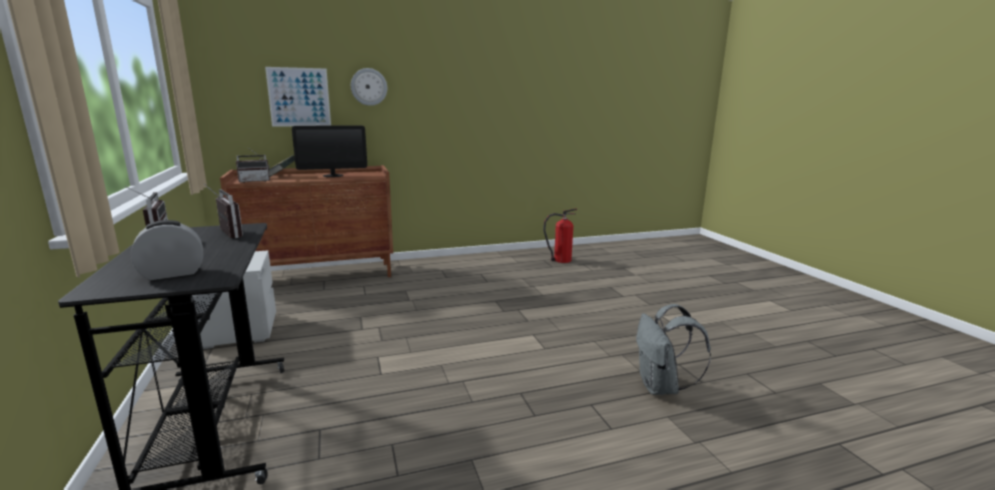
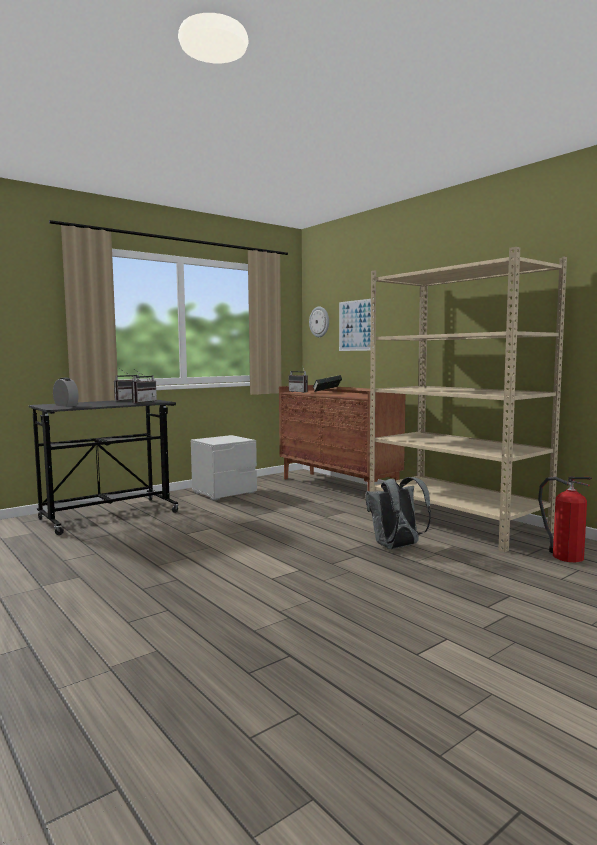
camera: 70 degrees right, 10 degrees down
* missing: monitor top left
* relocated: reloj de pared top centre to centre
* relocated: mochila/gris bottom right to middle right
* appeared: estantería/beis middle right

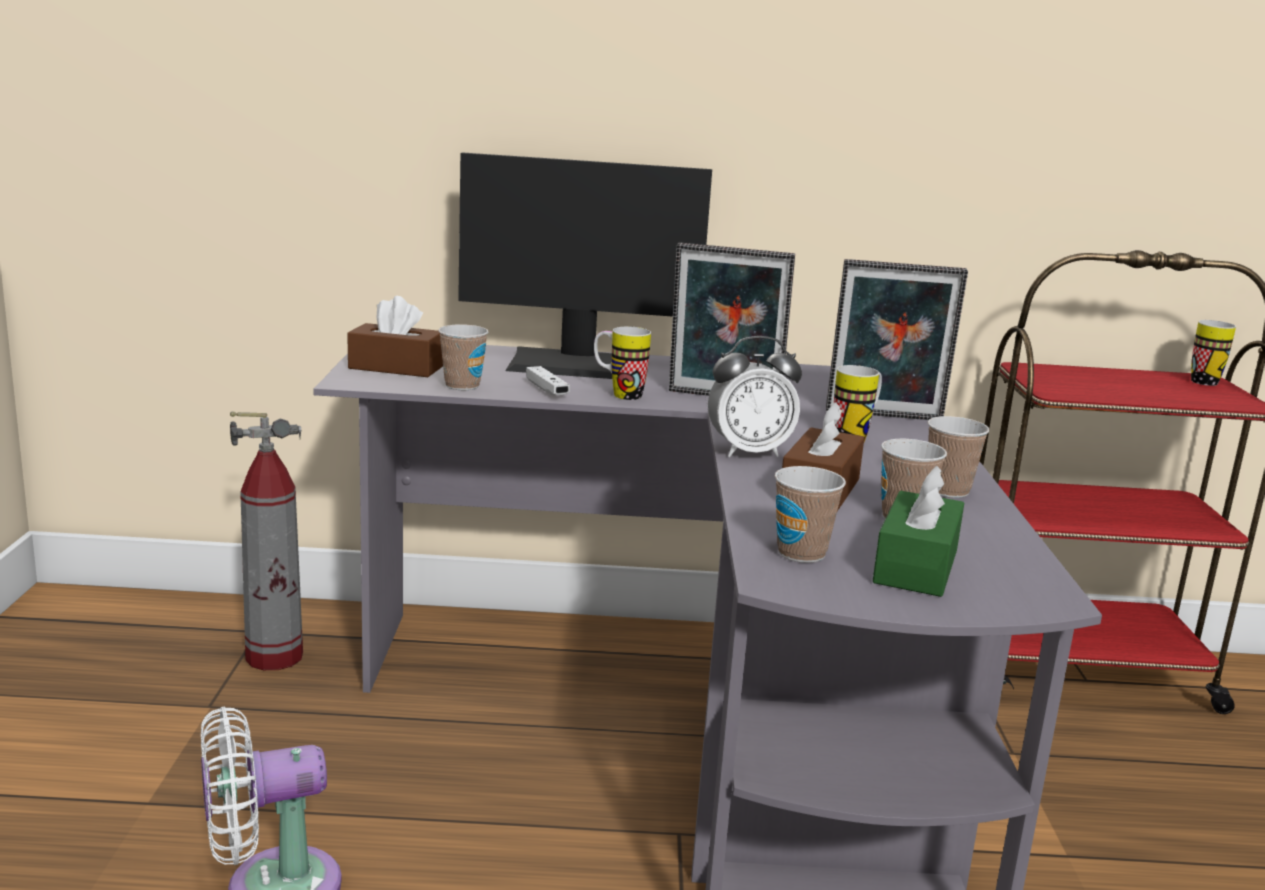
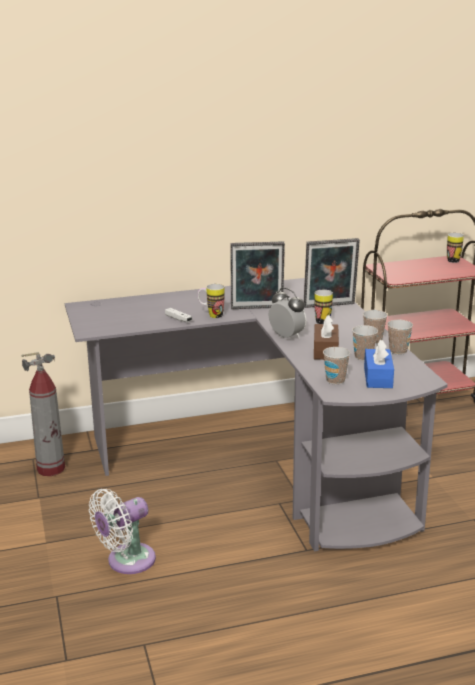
camera: 15 degrees left, 5 degrees up
* missing: caja de pañuelos/marrón (no. 1 from left) middle left
* relocated: taza (no. 1 from left in the first image) centre to taza (no. 4 from left) middle right
* missing: monitor top centre
* spun: despertador centre = centre 105 degrees counterclockwise
* colour: caja de pañuelos/verde middle right to caja de pañuelos/azul middle right

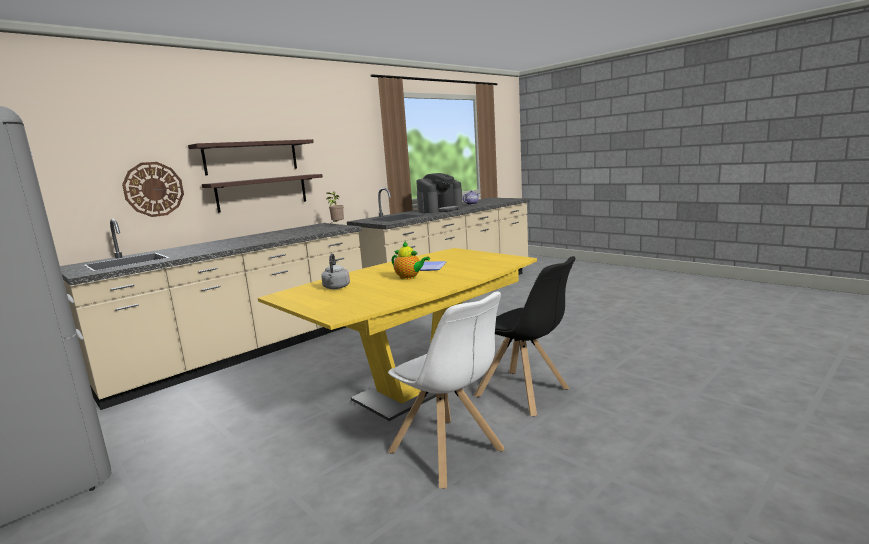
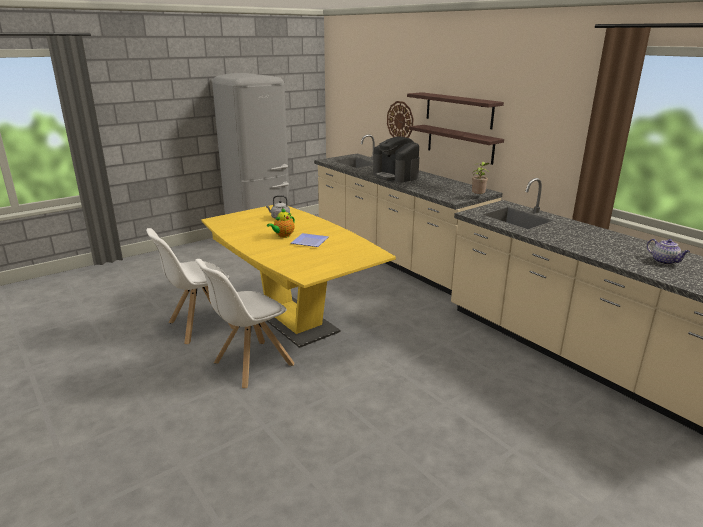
camera: 95 degrees right, 10 degrees up
* relocated: cafetera centre to top centre
* colour: silla/negro centre to silla/blanco (no. 2 from left) centre

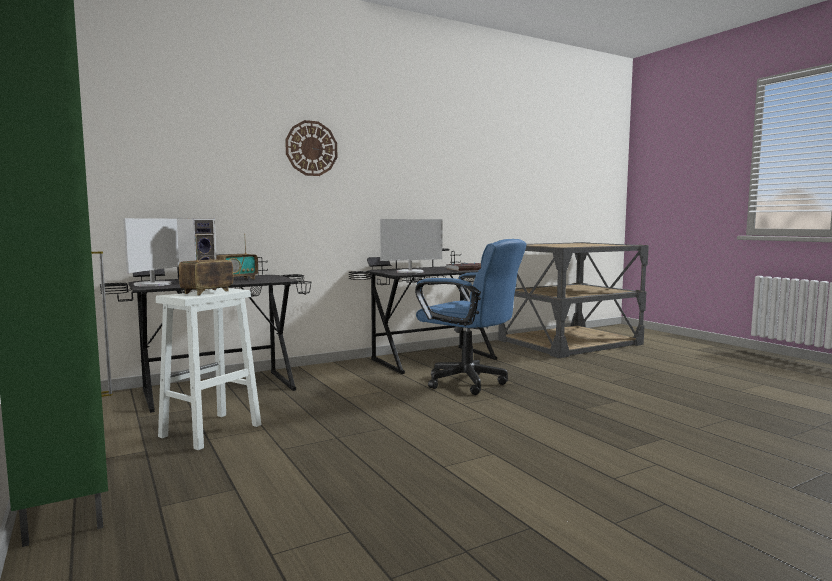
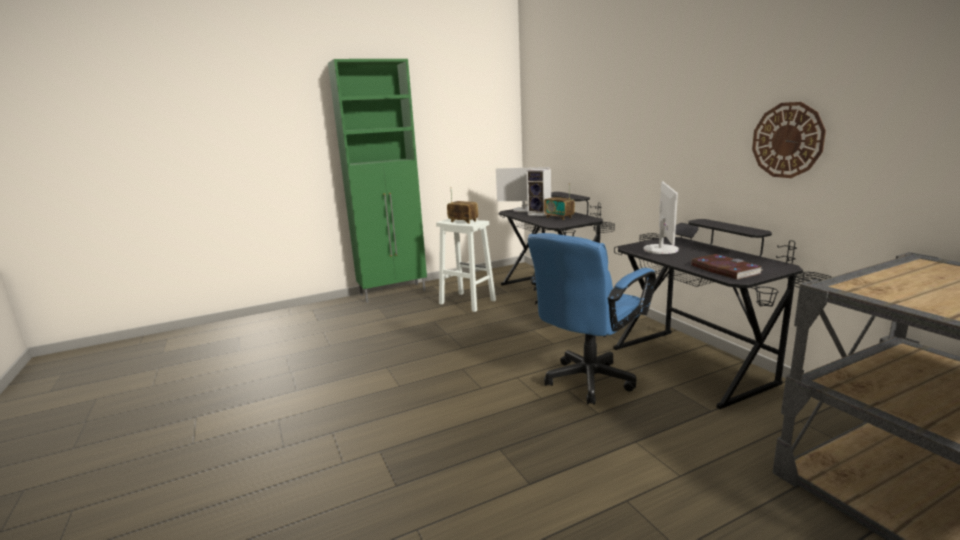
camera: 95 degrees right, 10 degrees up
* relocated: reloj de pared top centre to top right
* spun: monitor (no. 2 from left) centre = middle right 150 degrees counterclockwise

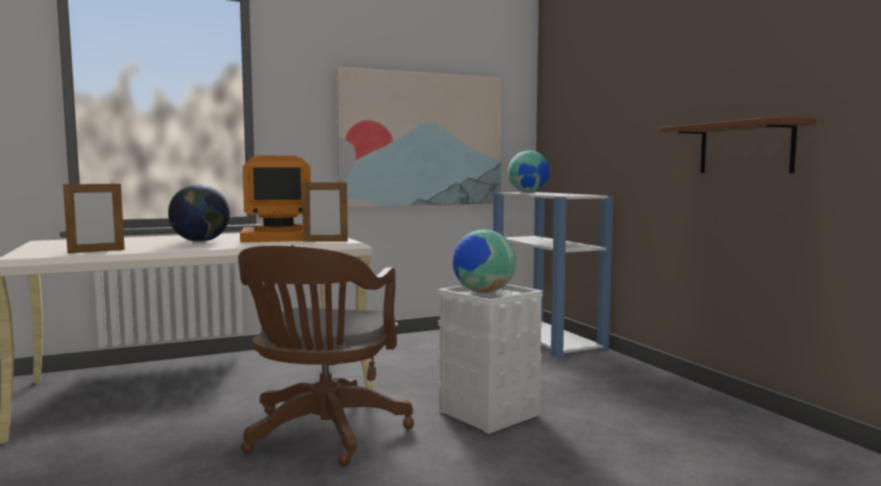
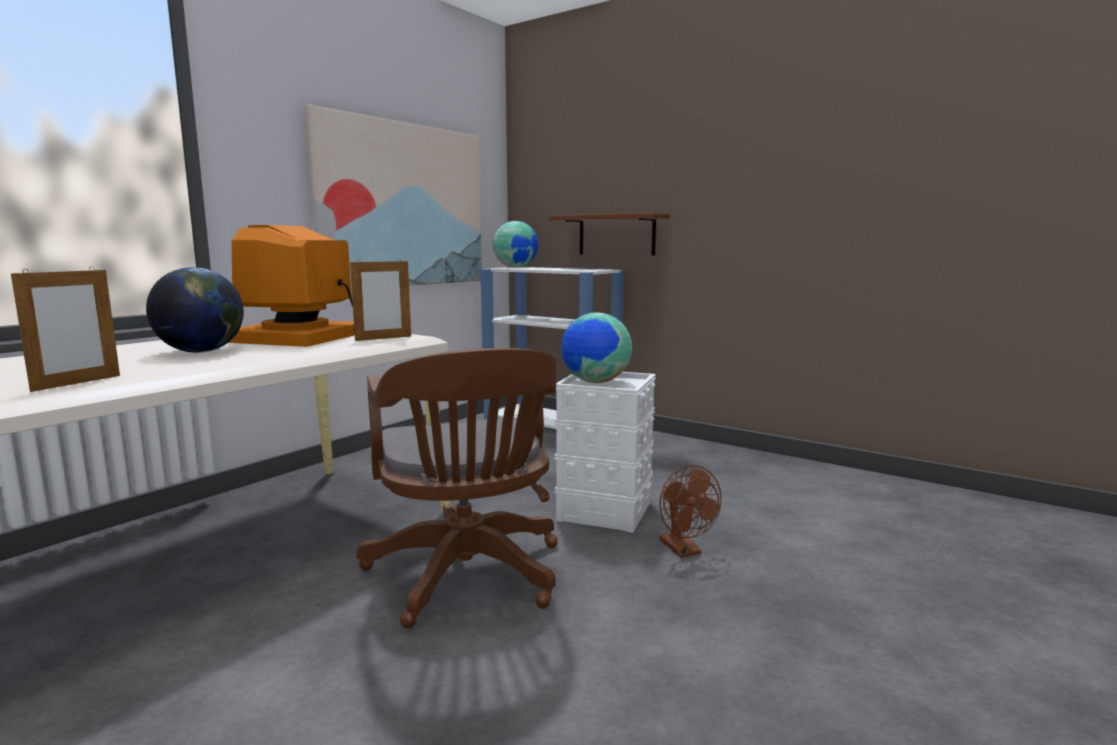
camera: 30 degrees left, 5 degrees up
* spun: monitor middle left = middle left 150 degrees clockwise
* relocated: estante/marrón top right to top centre
* appeared: ventilador/marrón bottom centre

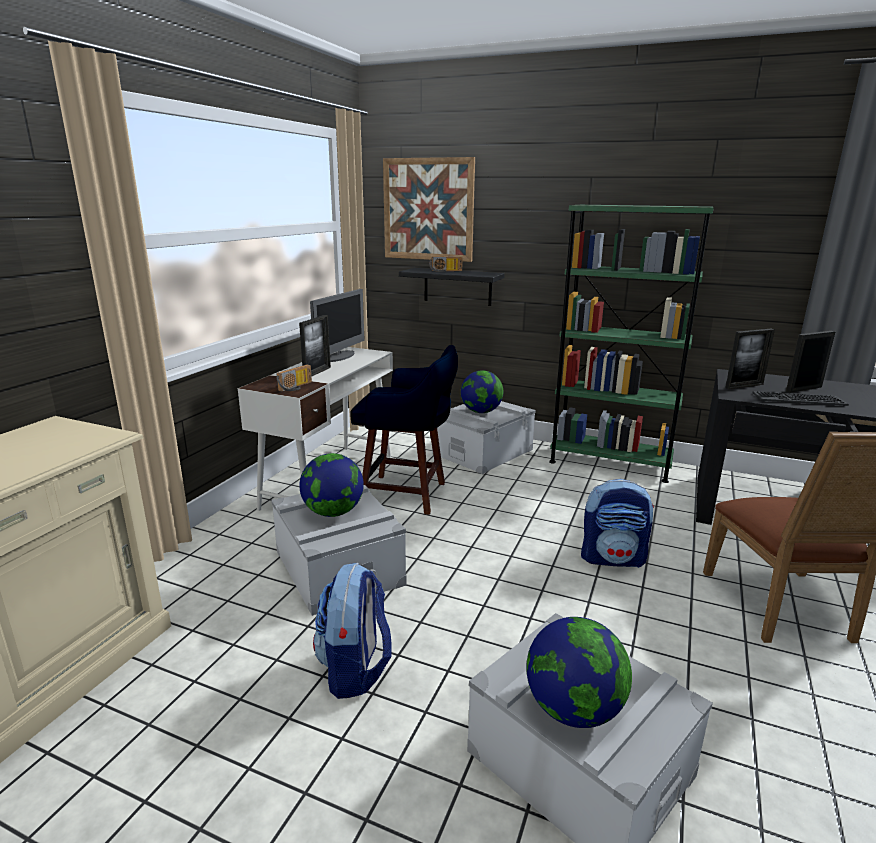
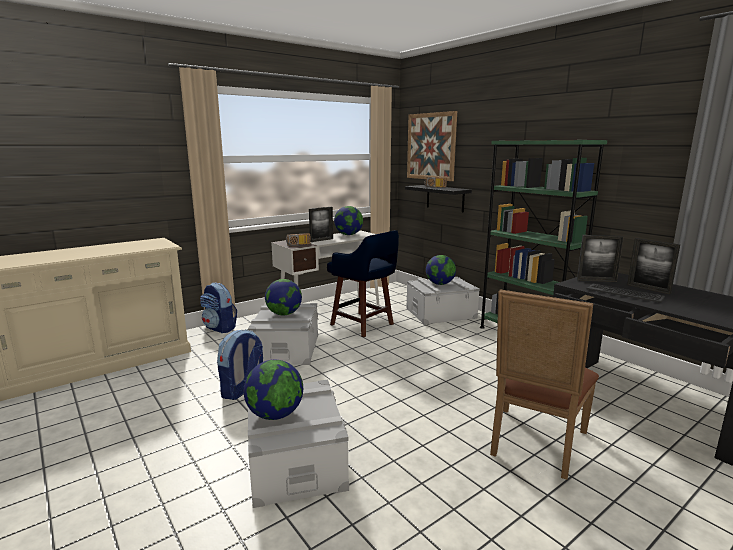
camera: 30 degrees right, 5 degrees down
* exchanged: monitor centre to globo terráqueo (no. 3 from left) centre
* relocated: mochila (no. 2 from left in the first image) middle right to mochila (no. 1 from left) middle left
* spun: portarretratos (no. 3 from left) middle right = middle right 135 degrees counterclockwise

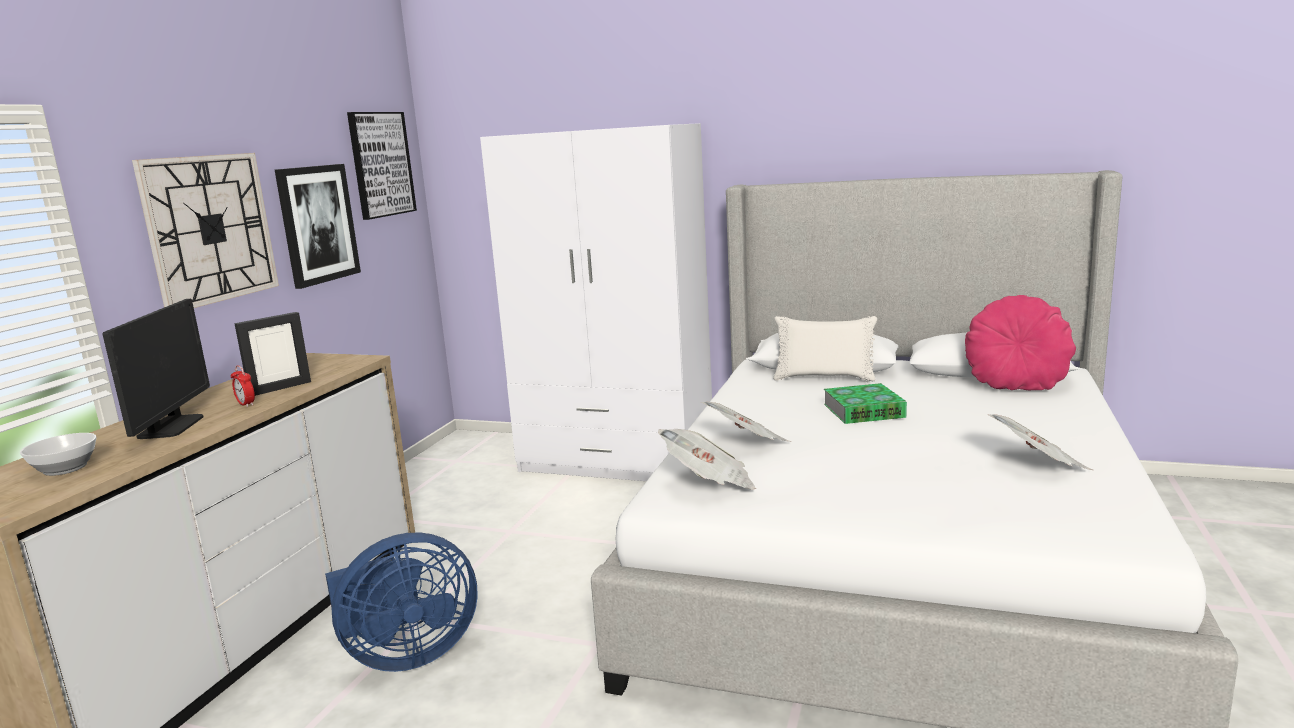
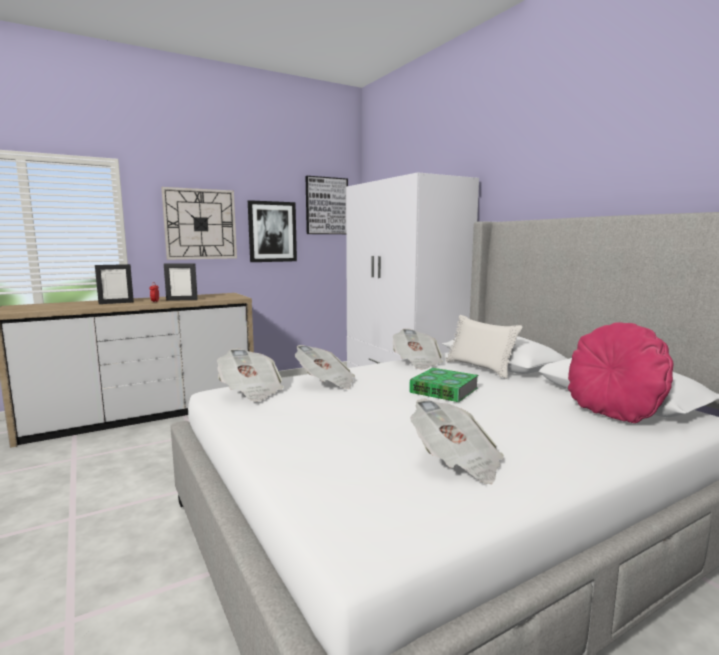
camera: 40 degrees right, 5 degrees down
* missing: cuenco middle left
* exchanged: monitor middle left to portarretratos (no. 1 from left) middle left
* missing: ventilador/azul bottom left
* appeared: periódico (no. 3 from left) centre

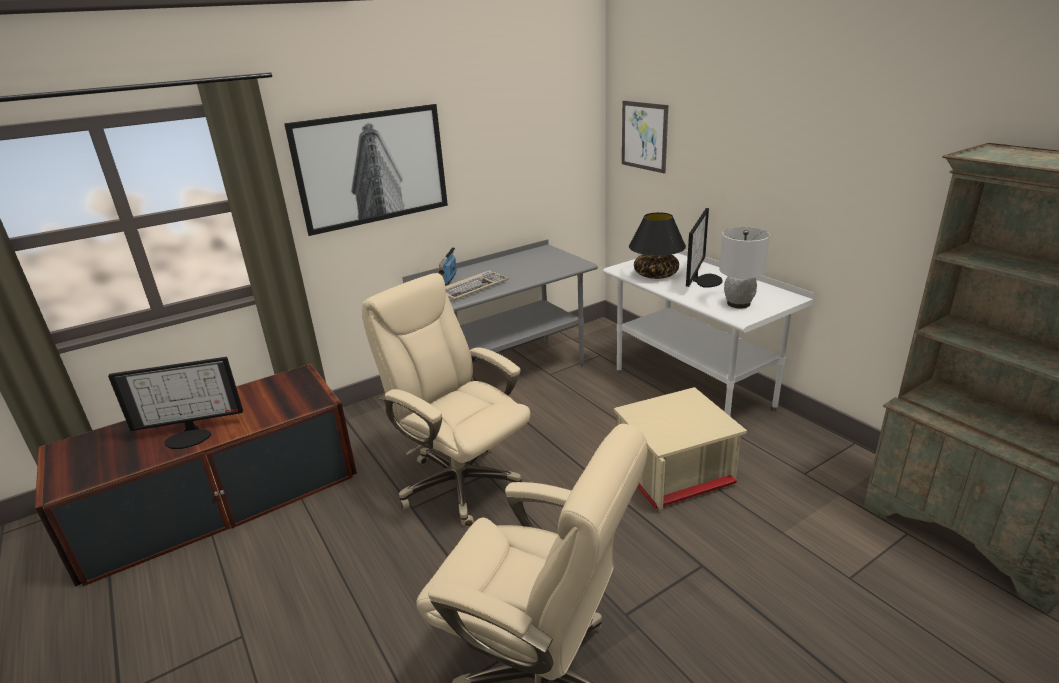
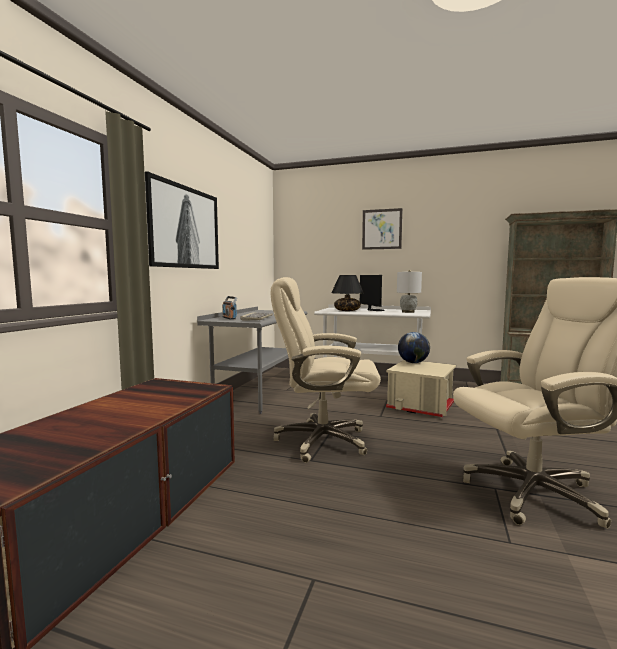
camera: 40 degrees left, 20 degrees down
* missing: monitor (no. 1 from left) middle left
* relocated: cuadro (no. 2 from left) top centre to centre
* appeared: globo terráqueo middle right

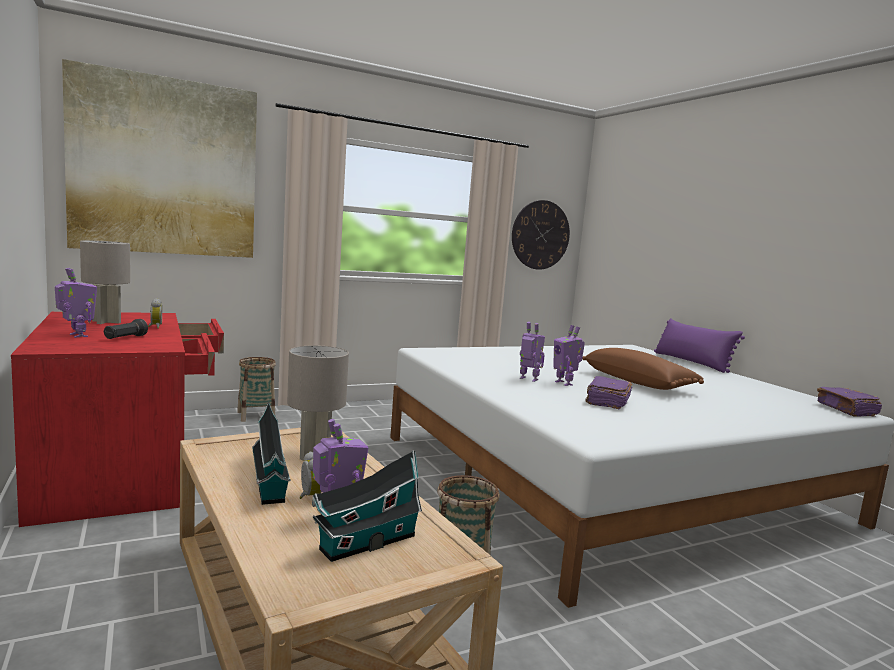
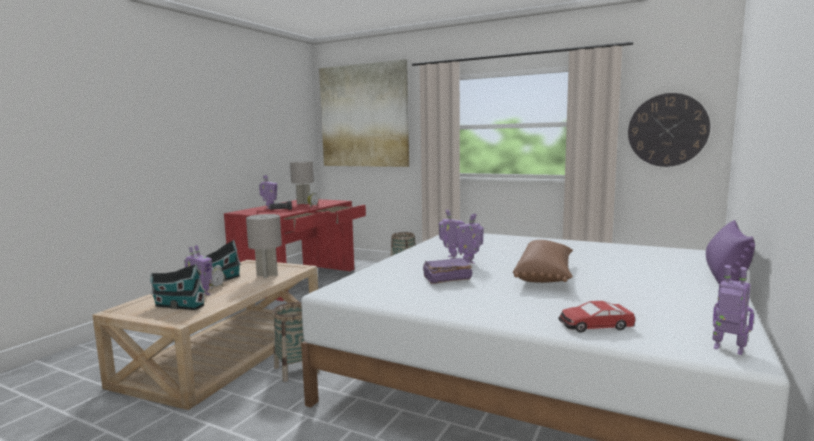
camera: 55 degrees right, 0 degrees up
* exchanged: libro/morado (no. 2 from left) middle right to robot de juguete (no. 5 from left) bottom right
* appeared: coche de juguete bottom right

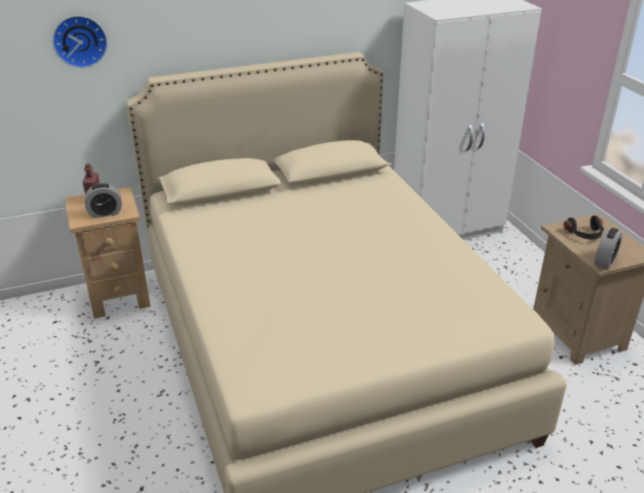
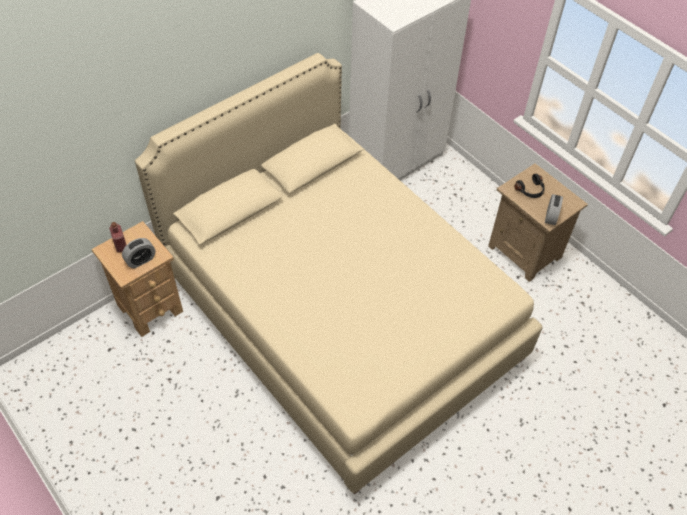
camera: 20 degrees left, 20 degrees up
* missing: reloj de pared top left

